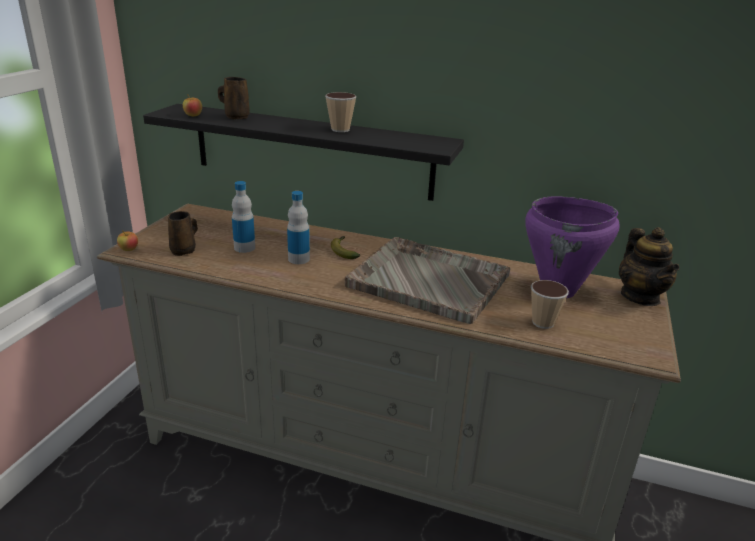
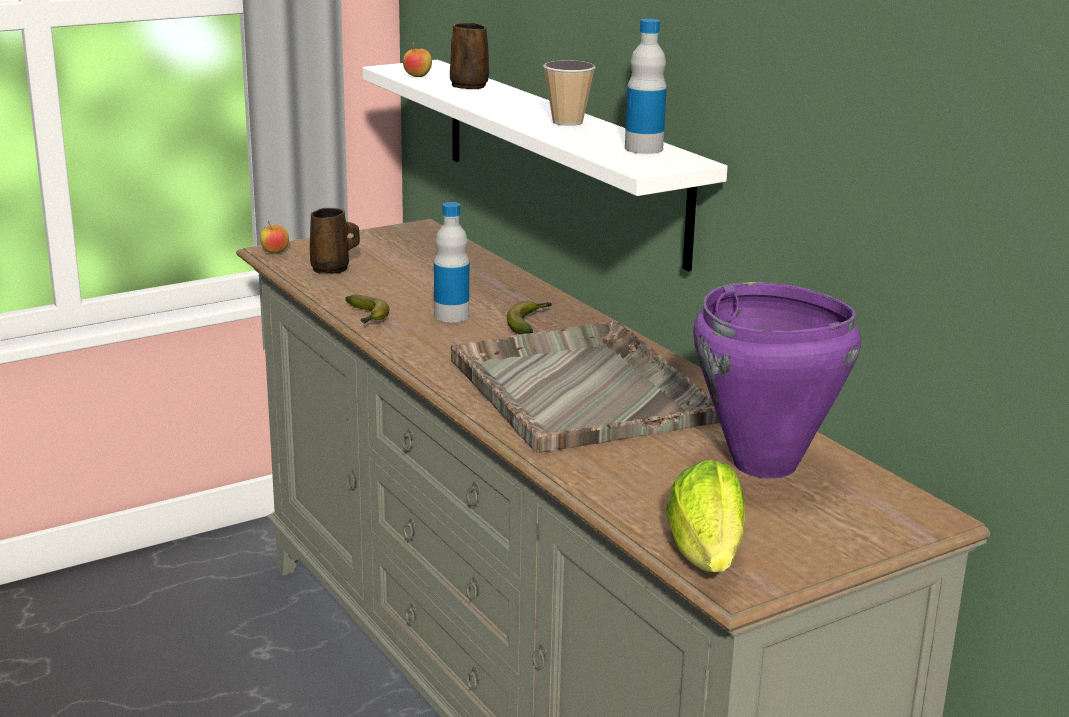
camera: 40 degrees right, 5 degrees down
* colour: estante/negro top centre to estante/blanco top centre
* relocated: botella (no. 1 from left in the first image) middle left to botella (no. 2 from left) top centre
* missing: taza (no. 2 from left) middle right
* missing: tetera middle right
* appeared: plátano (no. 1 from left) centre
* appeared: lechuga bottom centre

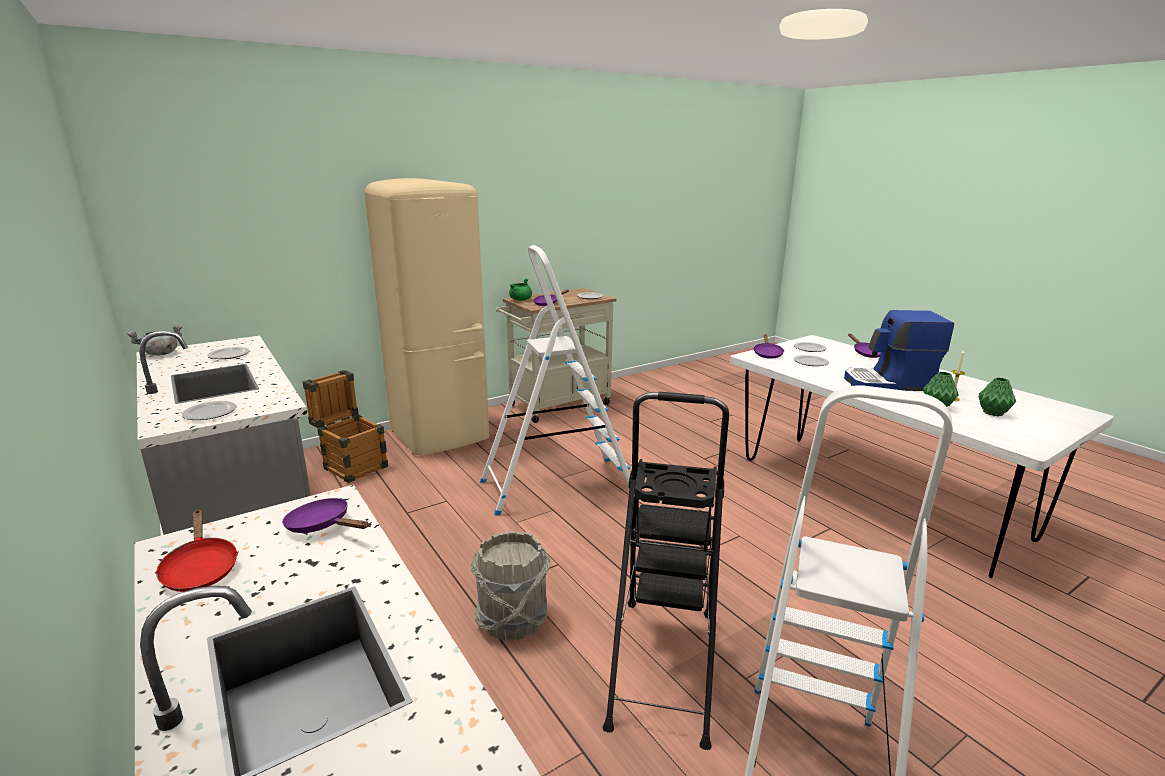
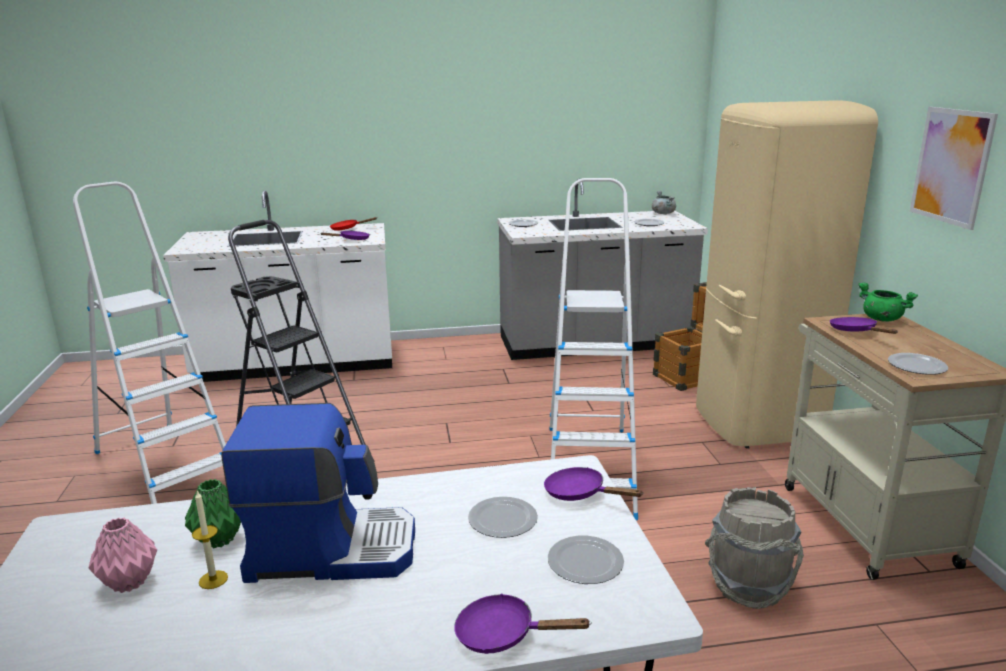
camera: 115 degrees right, 0 degrees up
* relocated: cubo/gris bottom centre to bottom right
* spun: cafetera middle right = bottom left 60 degrees clockwise
* colour: florero/verde (no. 2 from left) middle right to florero/rosa bottom left
* appeared: cuadro top right

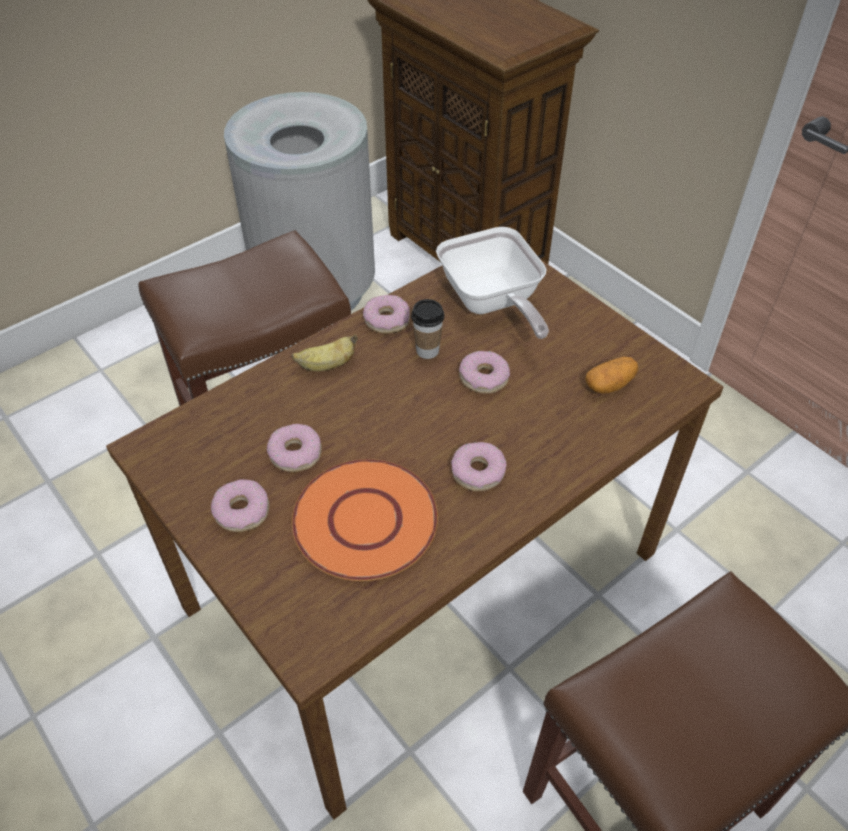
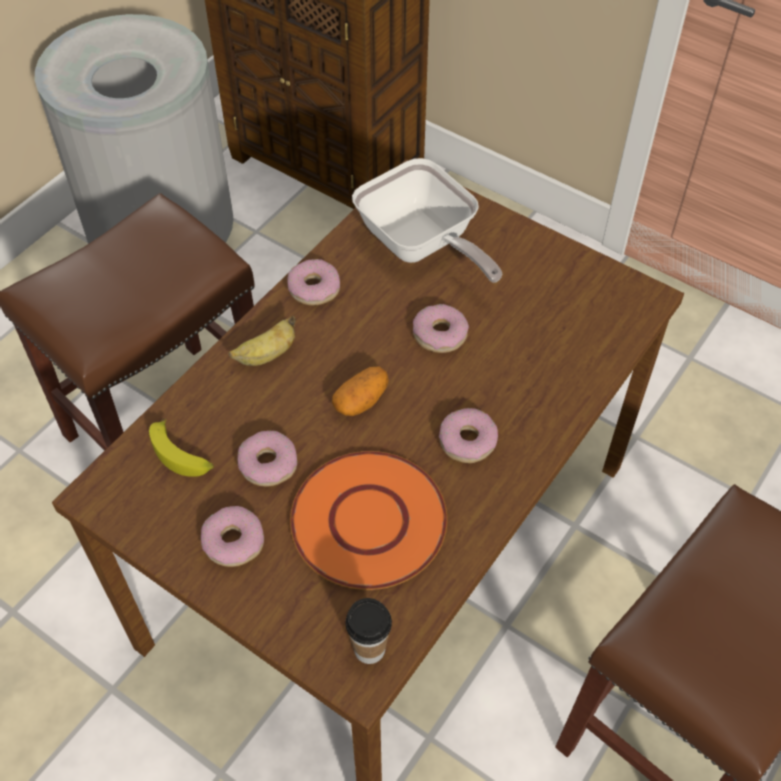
camera: 15 degrees left, 5 degrees up
* relocated: taza centre to bottom centre
* relocated: patata middle right to centre
* appeared: plátano (no. 1 from left) middle left

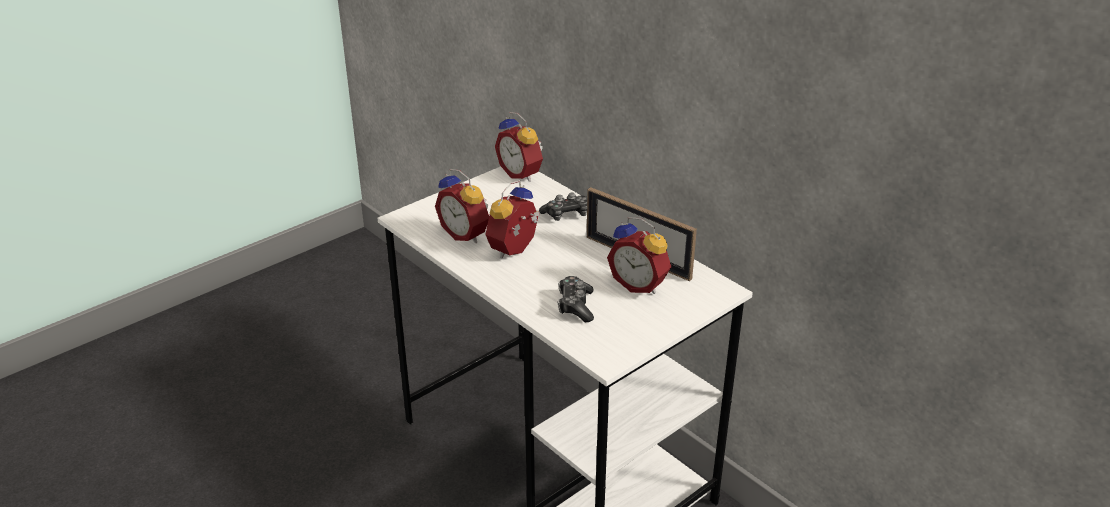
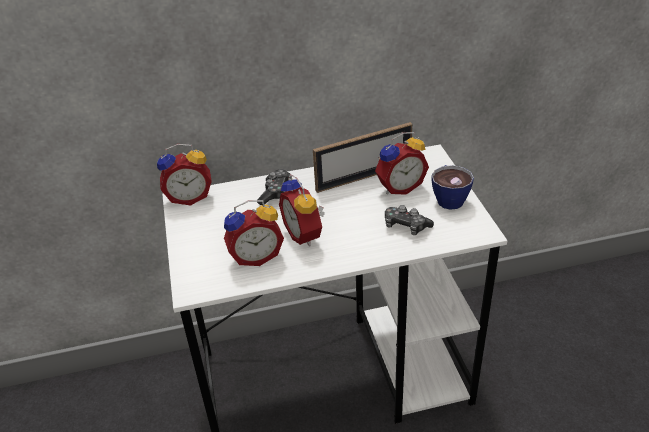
camera: 60 degrees left, 5 degrees up
* appeared: taza middle right

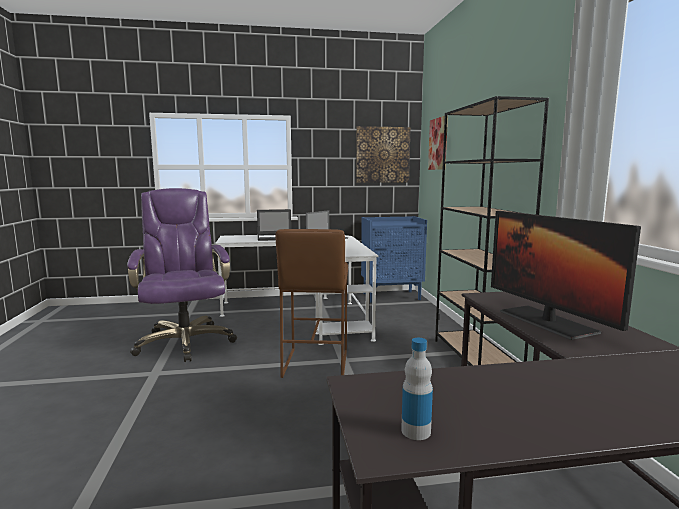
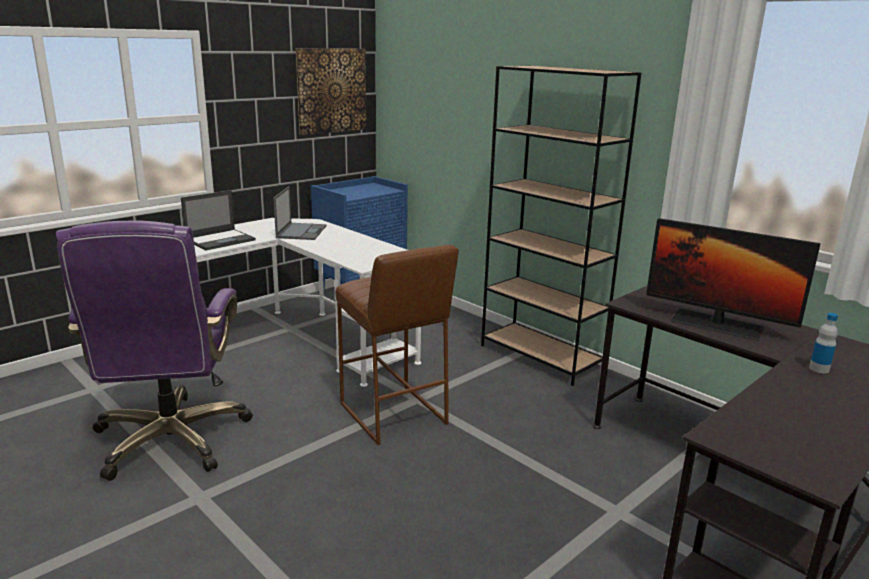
camera: 35 degrees left, 10 degrees up
* spun: silla de oficina/morado middle left = middle left 135 degrees counterclockwise
* relocated: botella bottom centre to middle right
* missing: cuadro (no. 2 from left) top centre

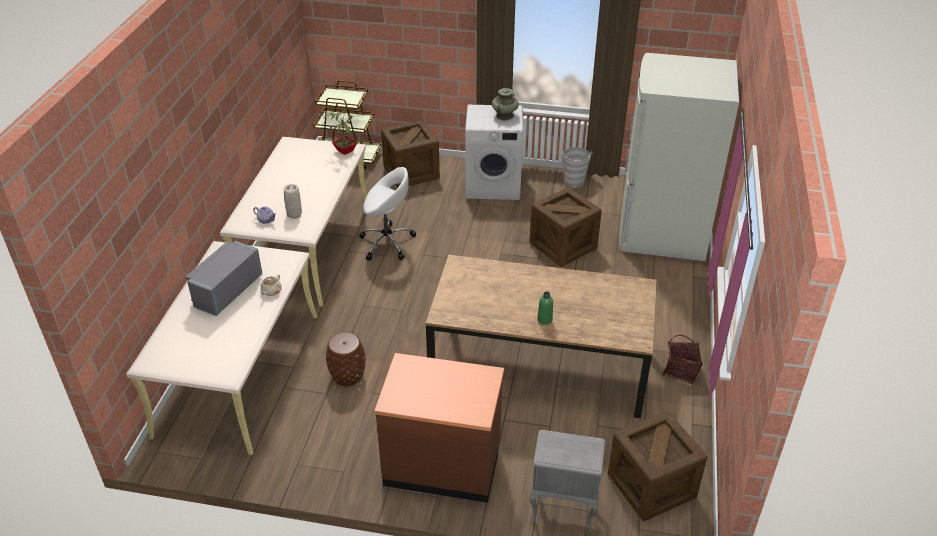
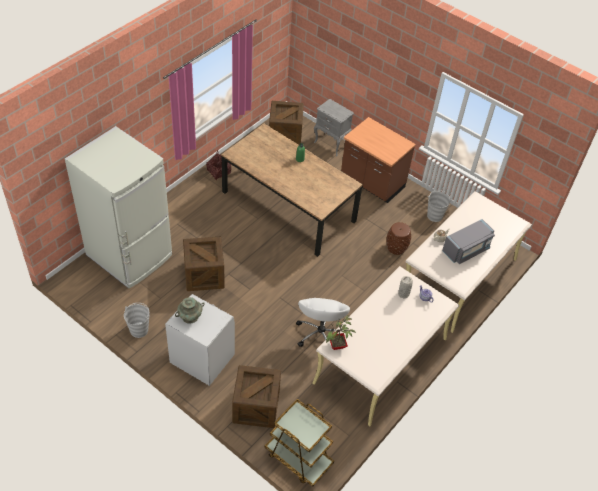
camera: 155 degrees left, 10 degrees up
* spun: silla de oficina/blanco centre = centre 120 degrees counterclockwise
* appeared: cubo/gris (no. 2 from left) middle right

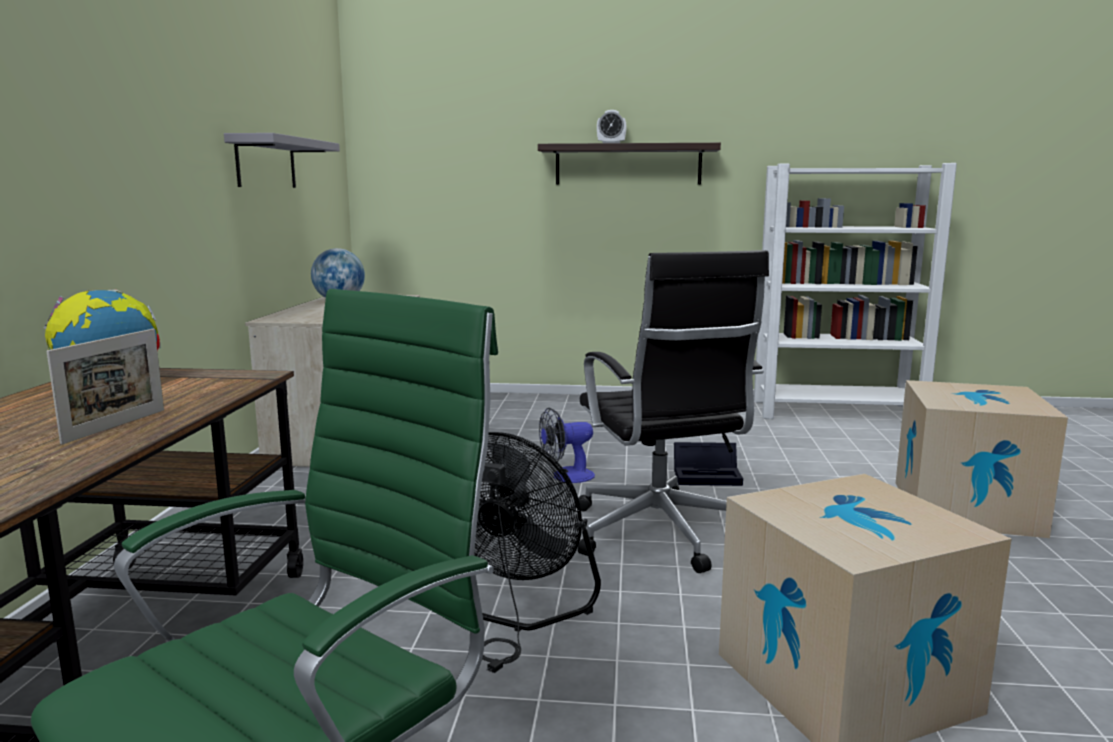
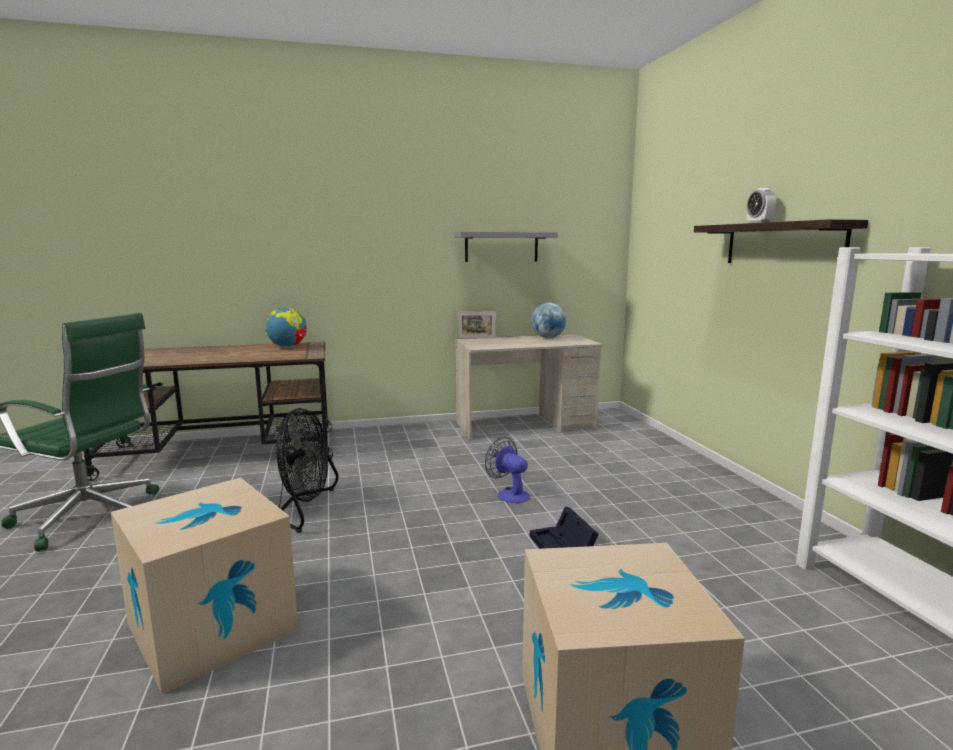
camera: 70 degrees right, 0 degrees up
* relocated: portarretratos middle left to centre
* missing: silla de oficina/negro centre

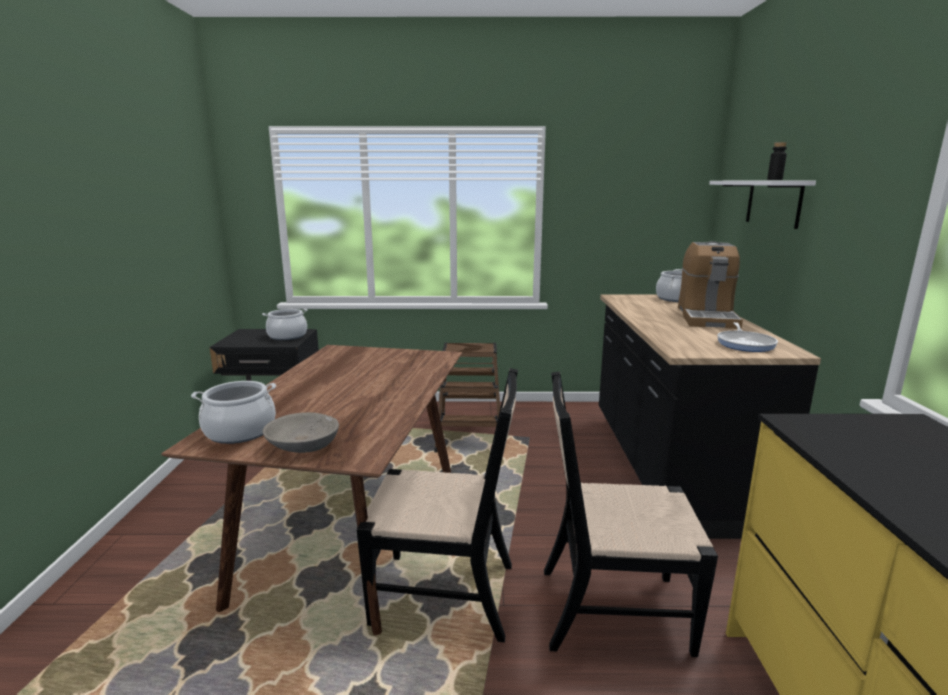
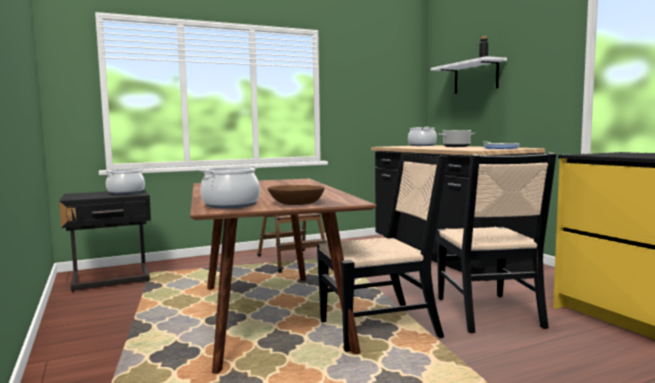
camera: 25 degrees left, 10 degrees down
* colour: cuenco/gris middle left to cuenco/marrón centre
* spun: silla (no. 2 from left) bottom centre = middle right 75 degrees counterclockwise
* exchanged: cafetera middle right to olla (no. 4 from left) middle right

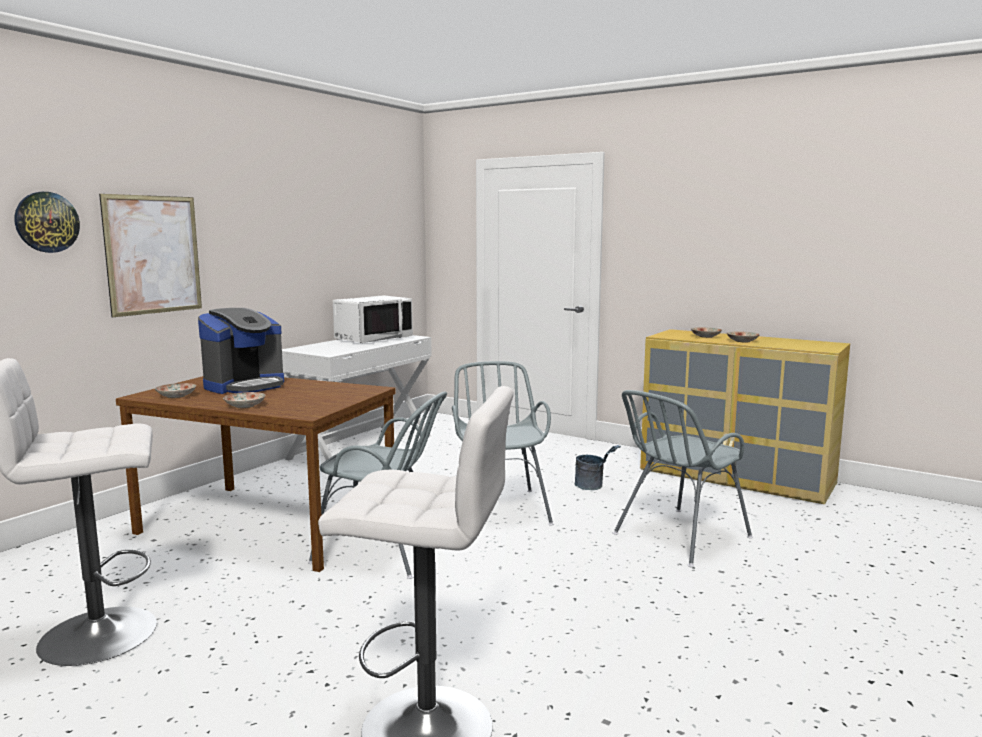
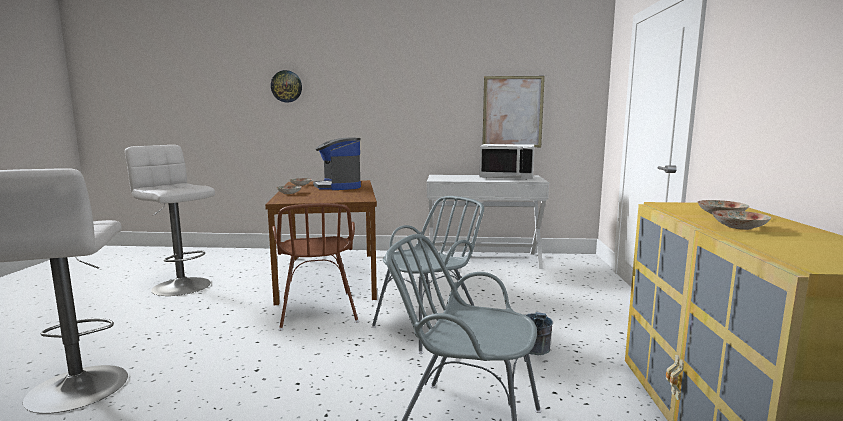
camera: 60 degrees right, 0 degrees up
* relocated: cuadro middle left to top centre
* spun: cafetera middle left = centre 60 degrees clockwise
* colour: silla/gris (no. 1 from left) centre to silla/marrón centre

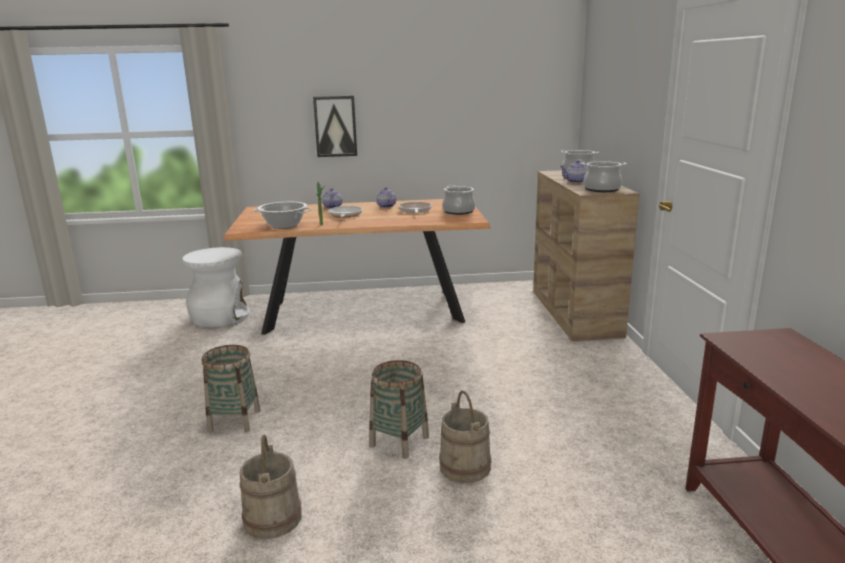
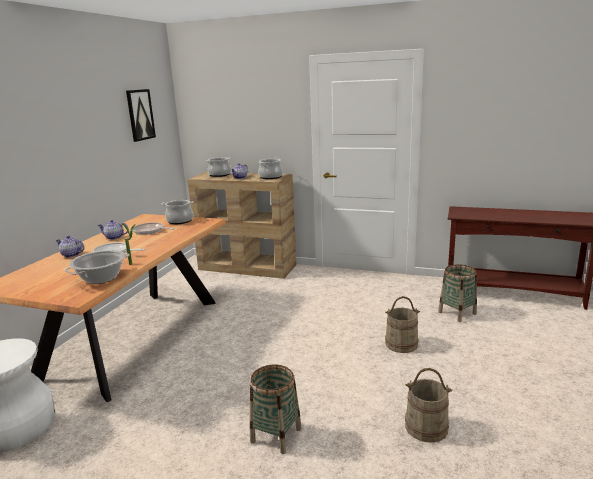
camera: 65 degrees left, 0 degrees up
* relocated: cuadro top centre to top left
* relocated: cesta (no. 2 from left) bottom centre to middle right

